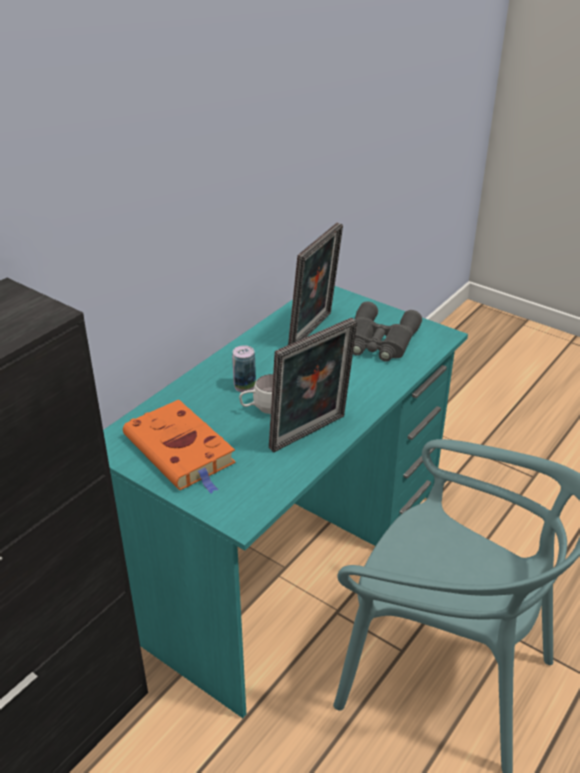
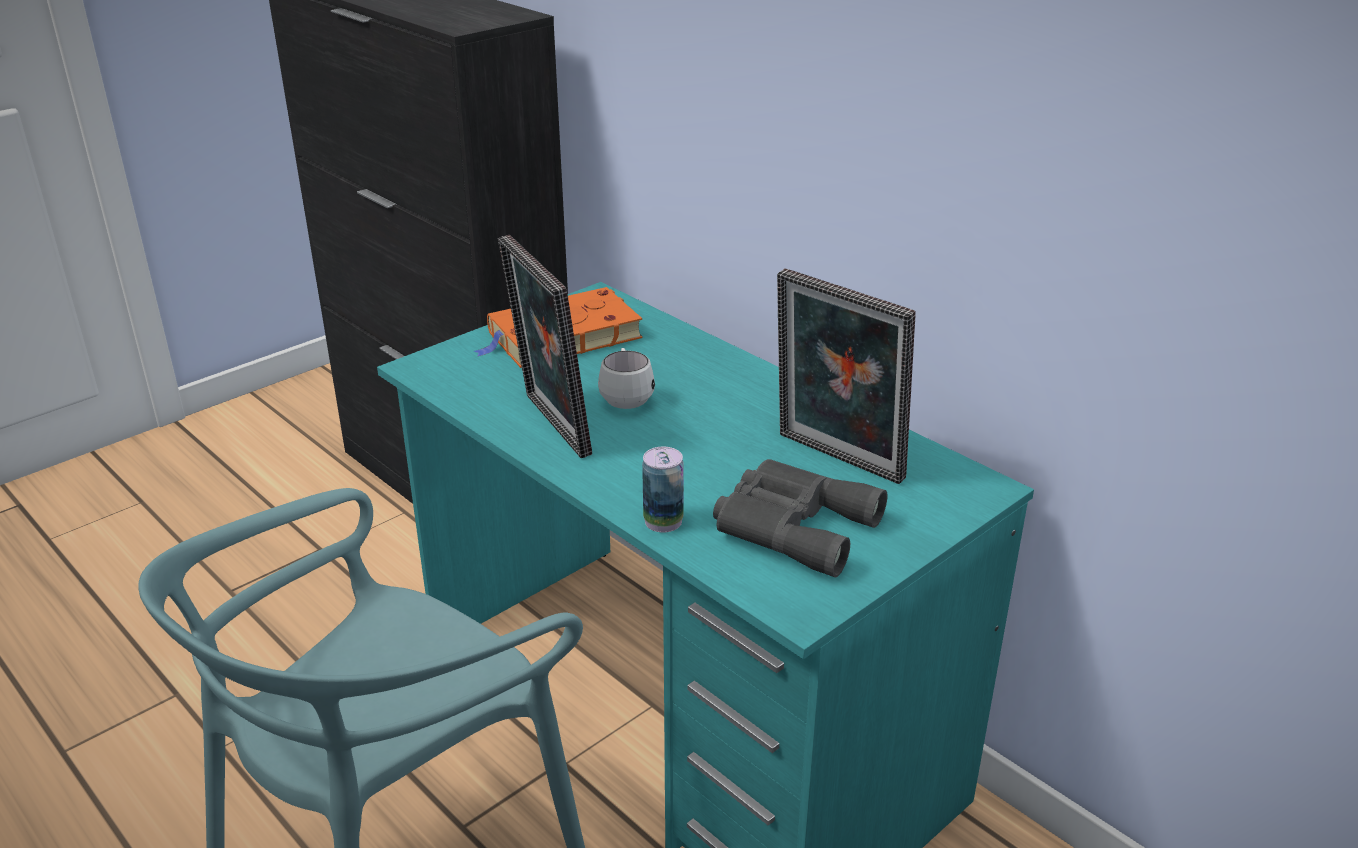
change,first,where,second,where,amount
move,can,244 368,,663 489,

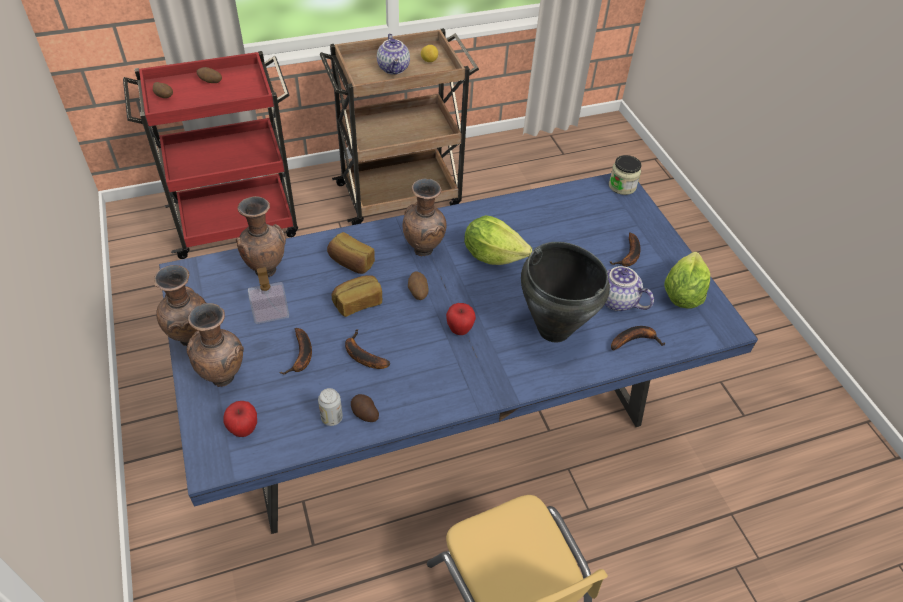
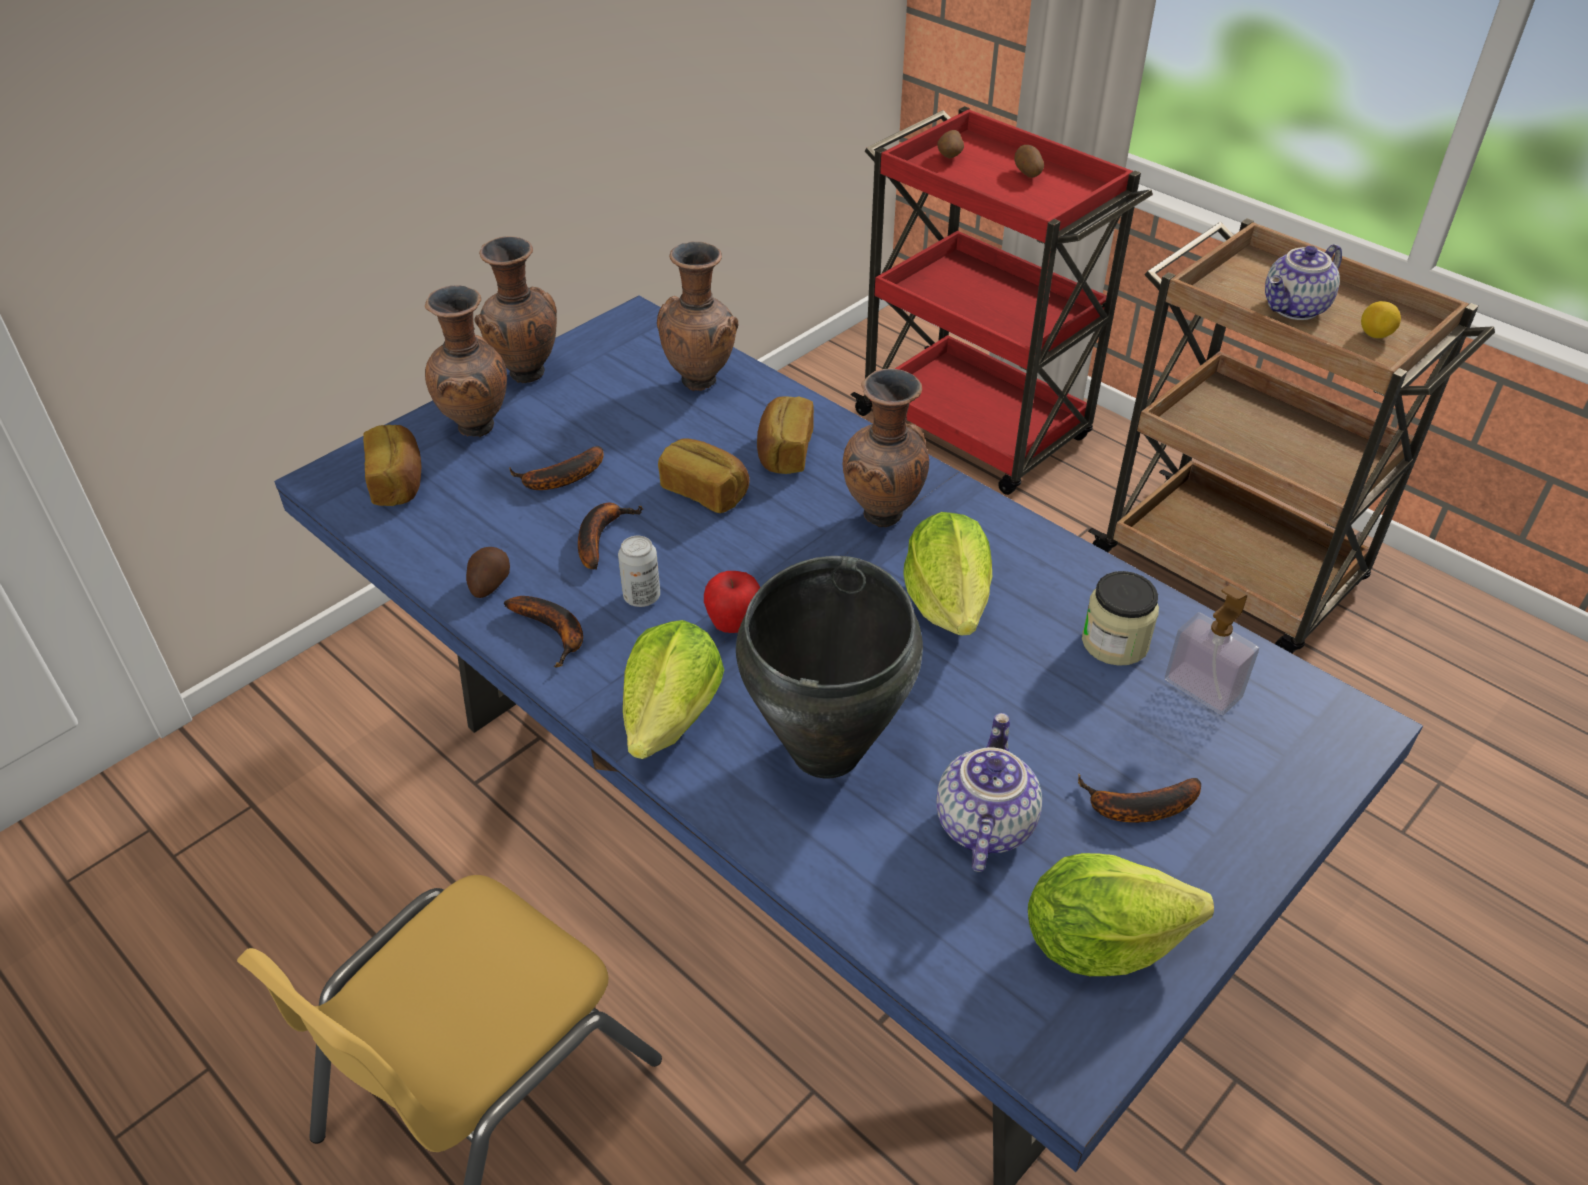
change,first,where,second,where,amount
replace,apple,240 419,baked bread,392 465,
move,liquid soap bottle,268 295,,1212 651,
move,can,330 407,,639 571,
delete,spud,418 285,,,
move,preserve jar,625 175,,1120 618,
move,whole banana,638 338,,543 632,
insert,,,head of lettuce,673 689,

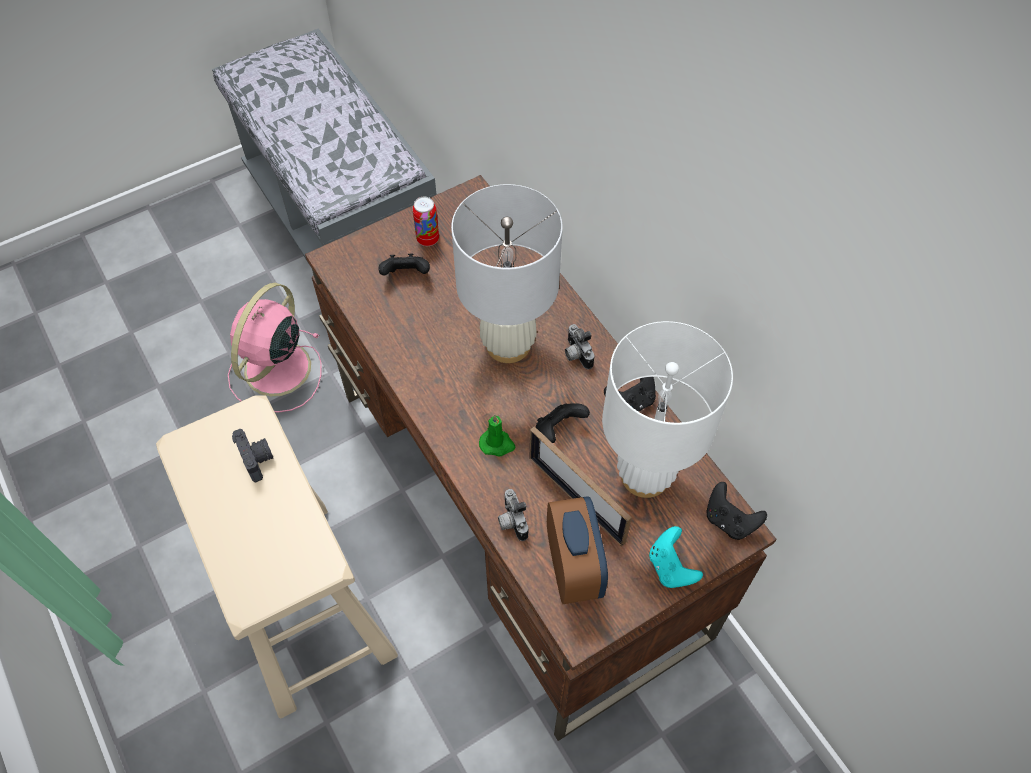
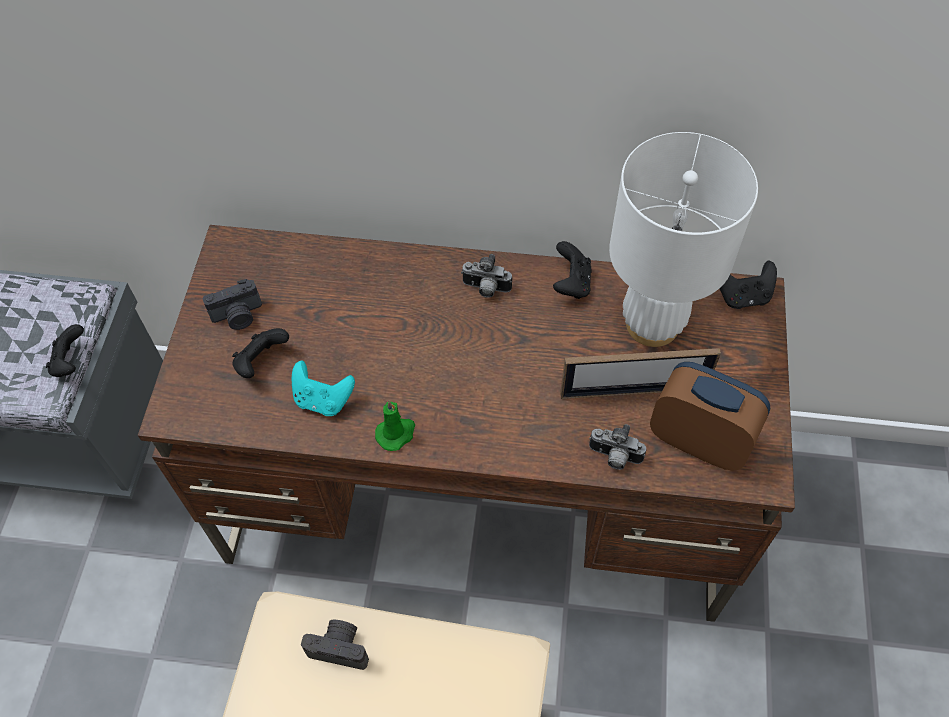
change,first,where,second,where,amount
delete,cooling fan (pinkish),275 348,,,
replace,can,426 221,photo camera,232 304,
delete,table lamp (white),507 273,,,
move,candle (greenish),497 435,,395 425,
move,game controller (black),563 423,,65 350,
move,game controller (turquoise),676 557,,323 388,

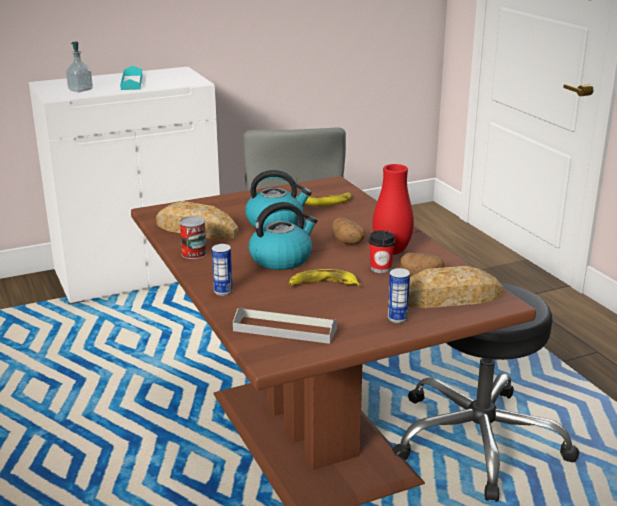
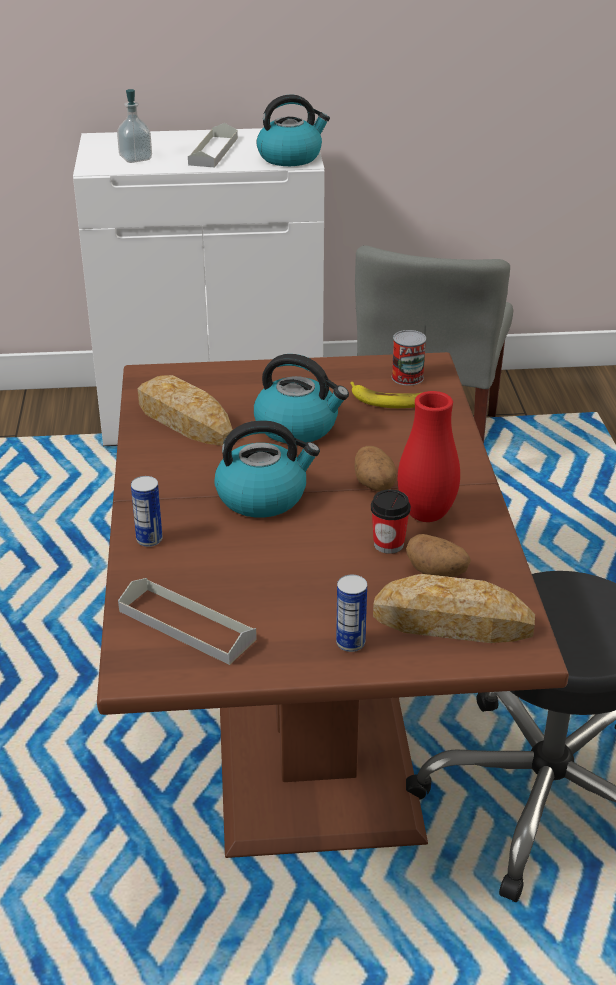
change,first,where,second,where,amount
recolor,serving tray (turquoise),131 77,serving tray (grey),213 145,
move,can,193 237,,409 358,
delete,whole banana,325 277,,,
insert,,,tea kettle,293 130,

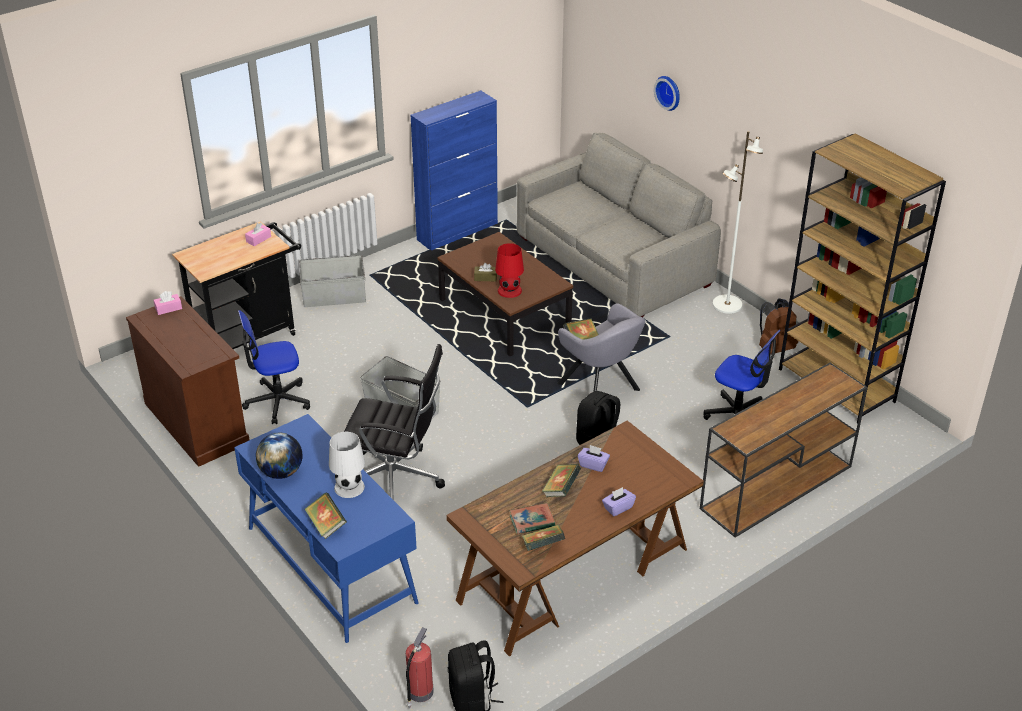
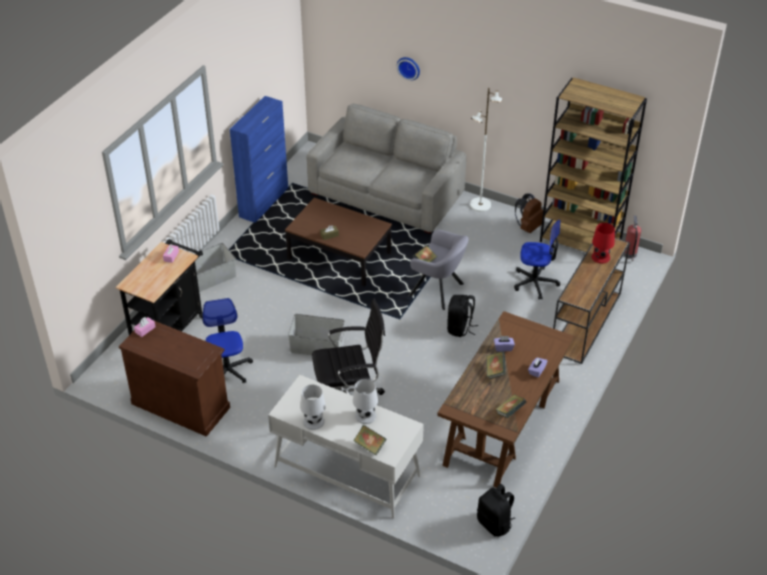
change,first,where,second,where,amount
recolor,desk table (blue),326 528,desk table (white),346 447,
rotate,computer chair,274 367,,227 340,120 degrees clockwise
replace,desk globe,279 456,table lamp (white),313 407,
move,fire extinguisher,420 667,,632 238,
move,table lamp (red-coloured),509 270,,603 243,
delete,bound book,532 518,,,

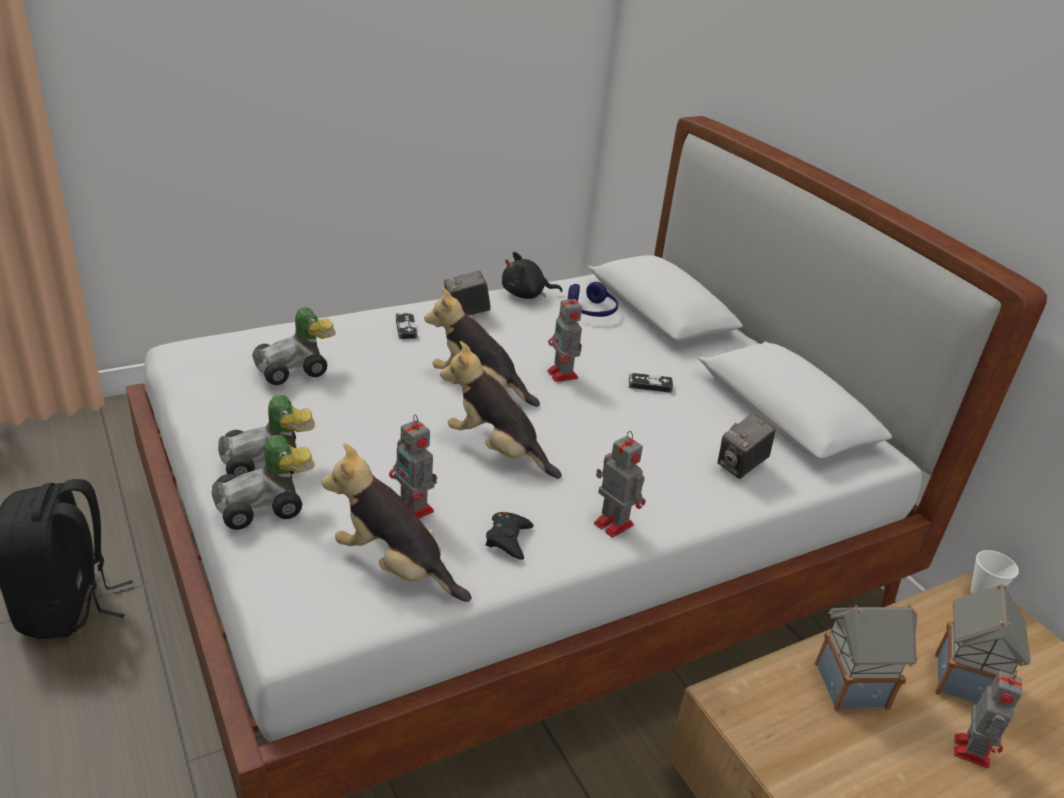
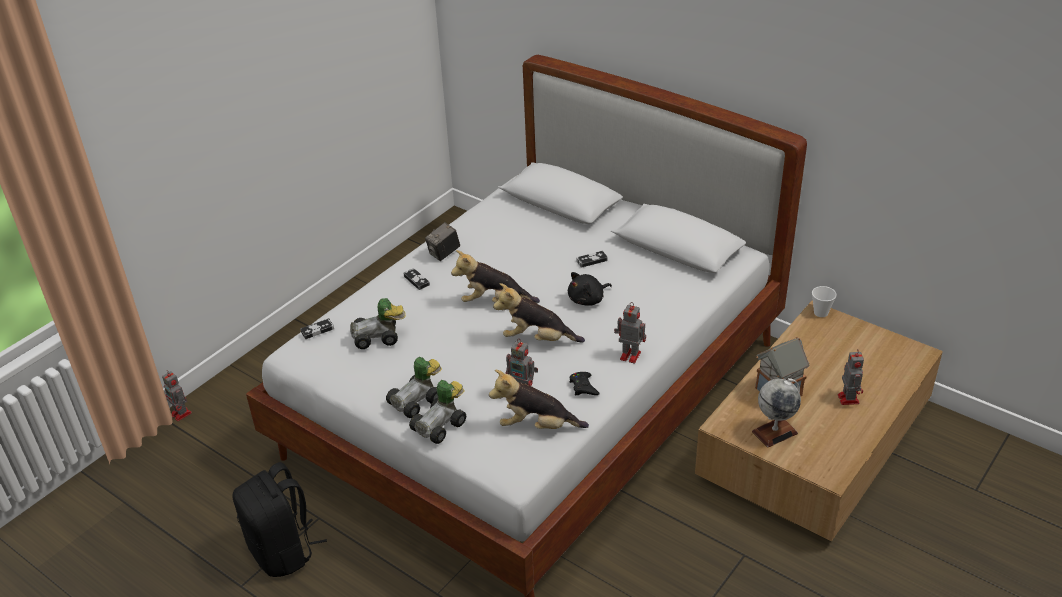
change,first,where,second,where,amount
rotate,toy car,294 346,,378 323,45 degrees clockwise
move,plush toy (black),532 275,,590 289,
move,robot figure,564 337,,177 395,
delete,headset (blue),592 299,,,
delete,photo camera,746 446,,,
delete,model house,983 644,,,
insert,,,game controller,317 328,
insert,,,desk globe,776 413,

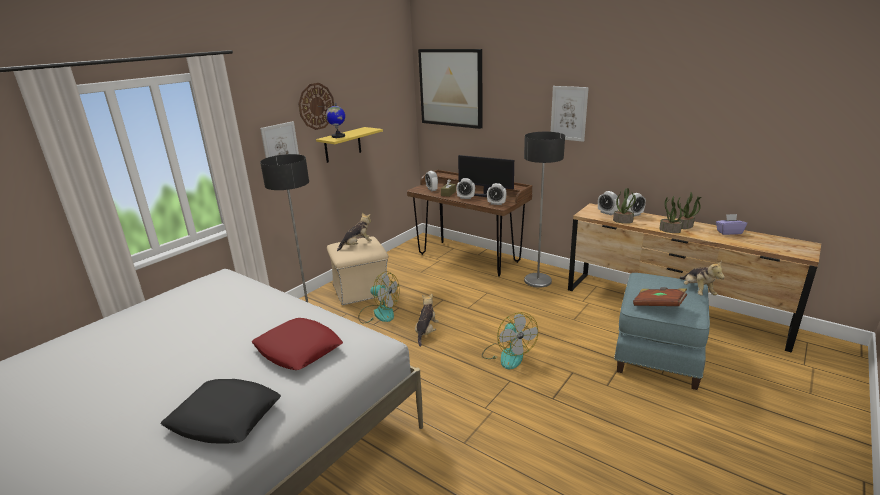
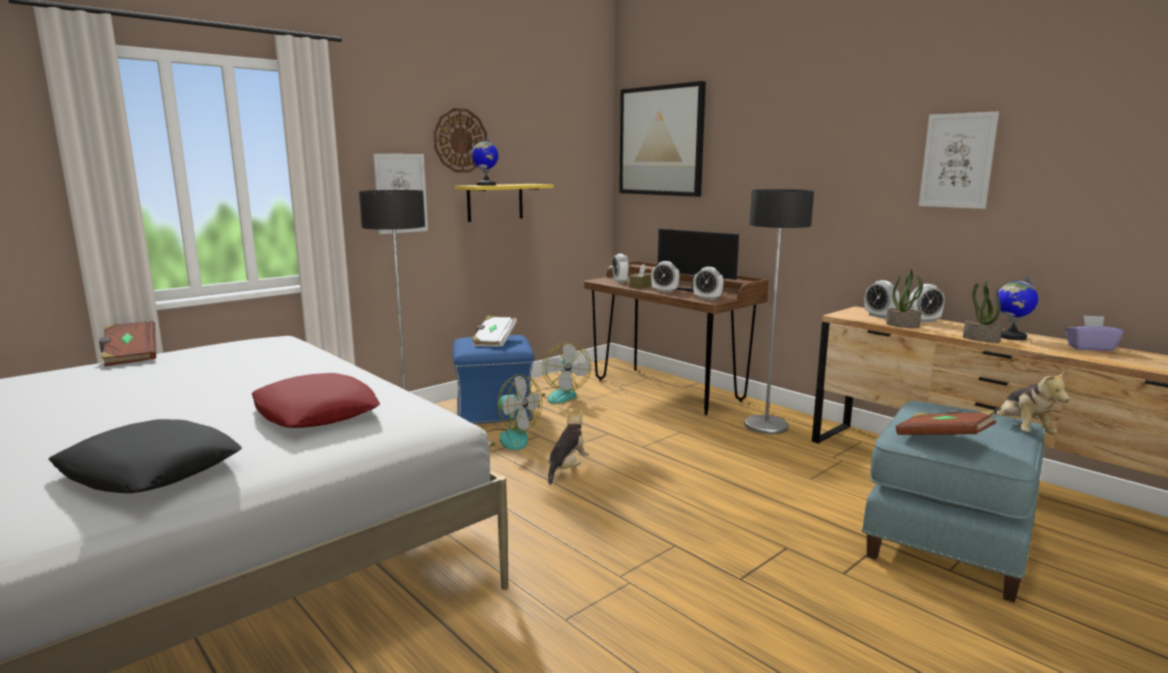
change,first,where,second,where,amount
recolor,ottoman (beige),358 271,ottoman (blue),493 379,
replace,plush toy,354 232,bound book (white),494 331,
move,cooling fan,510 340,,562 373,
move,wall art,570 114,,959 160,
replace,houseplant,689 210,desk globe,1017 308,
insert,,,bound book (brown),127 343,

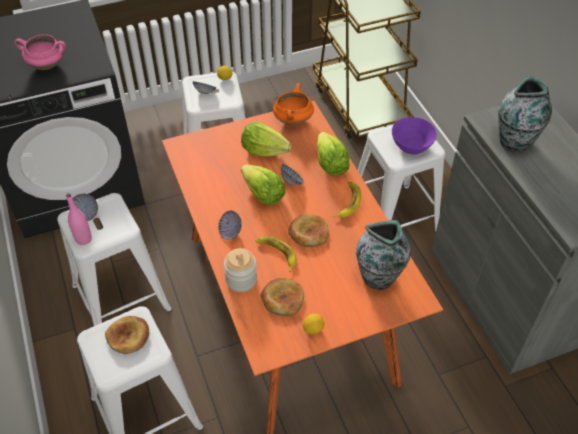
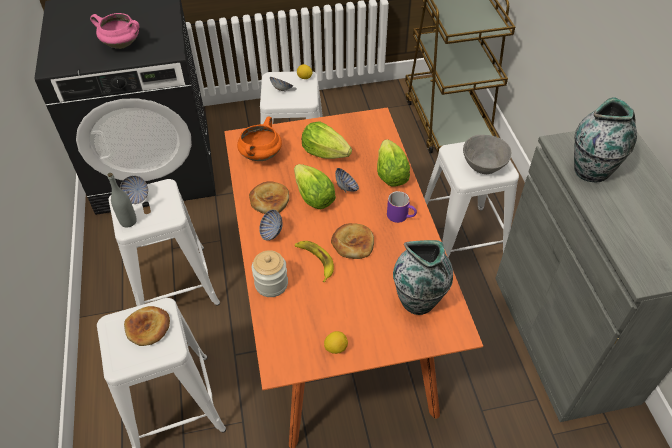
change,first,where,second,where,amount
recolor,drink bottle (pinkish),79 219,drink bottle (grey),122 200,
move,baked bread,282 297,,269 197,
move,stockpot (orangey),293 104,,259 138,
replace,whole banana,347 199,tea mug (purple-coloured),402 207,
recolor,serving bowl (purple-coloured),414 135,serving bowl (grey),487 154,

